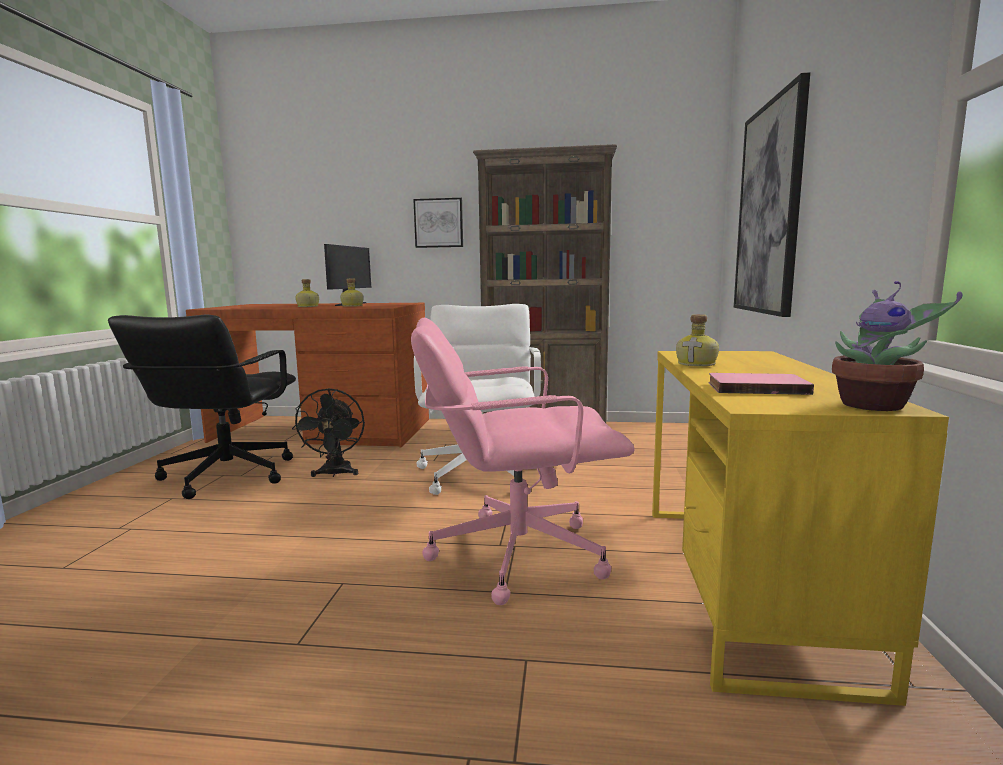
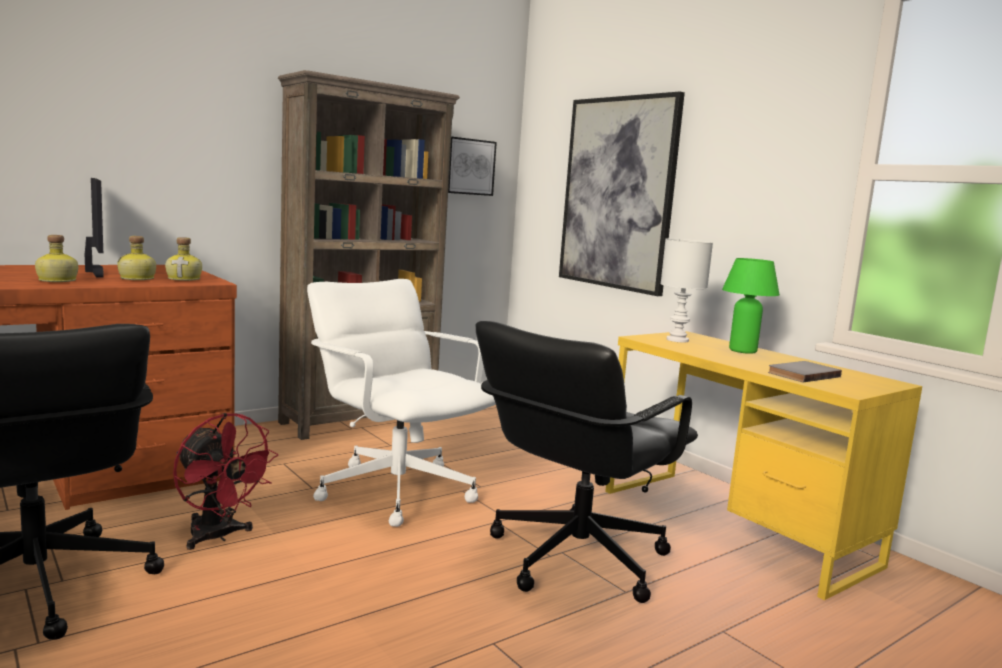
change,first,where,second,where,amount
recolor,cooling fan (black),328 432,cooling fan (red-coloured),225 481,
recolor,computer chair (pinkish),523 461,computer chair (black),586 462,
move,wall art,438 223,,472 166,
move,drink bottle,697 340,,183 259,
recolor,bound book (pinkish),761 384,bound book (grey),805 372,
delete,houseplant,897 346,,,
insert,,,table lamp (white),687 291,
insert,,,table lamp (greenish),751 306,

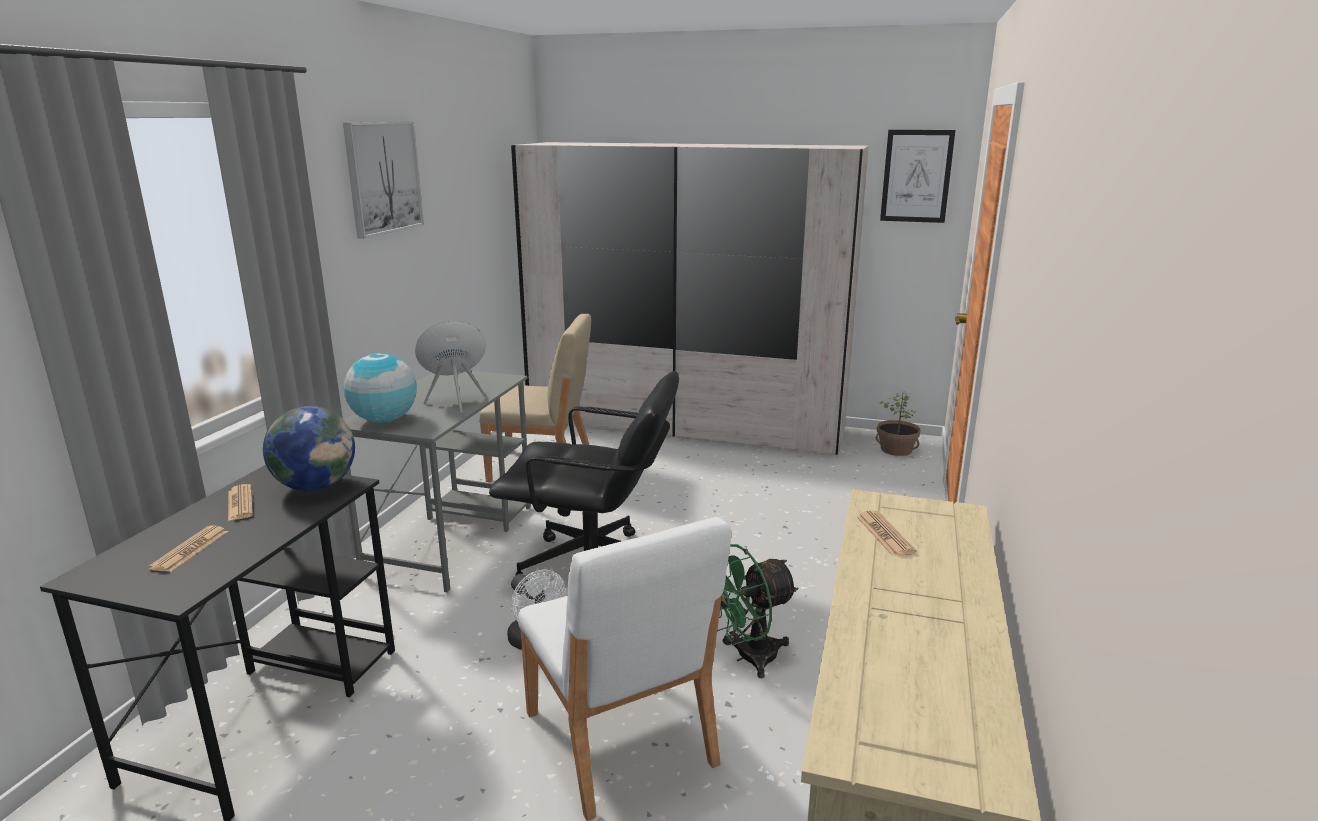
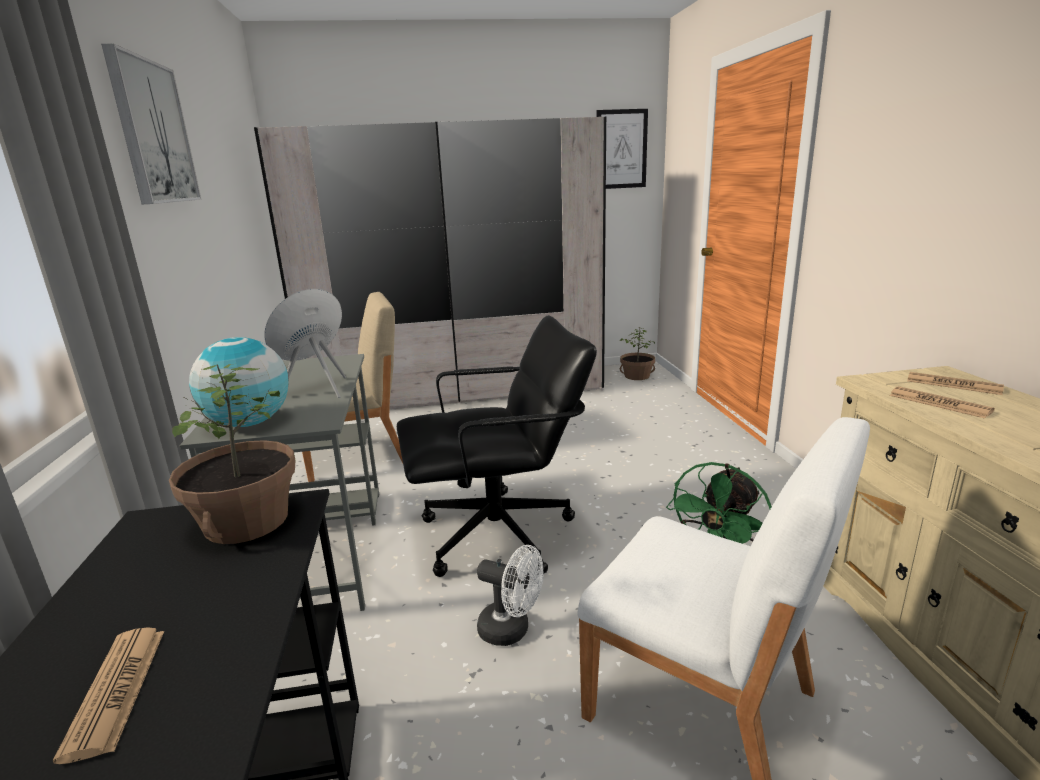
change,first,where,second,where,amount
move,printed paper,240 502,,955 383,
replace,desk globe,309 448,houseplant,232 454,

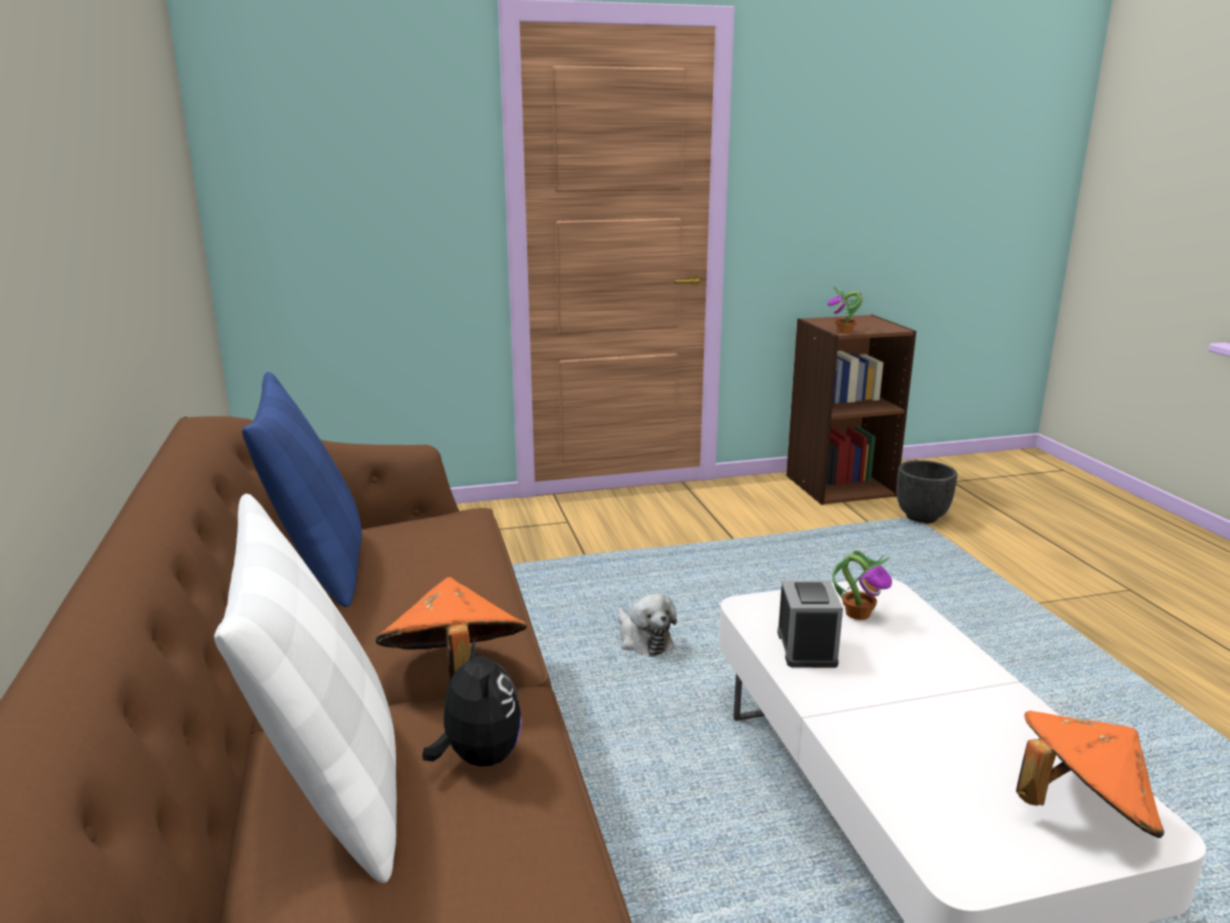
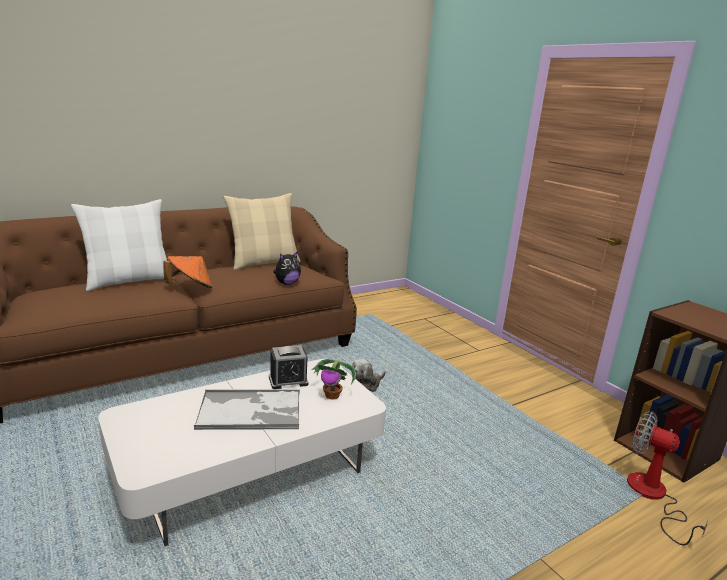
change,first,where,second,where,amount
recolor,pillow (blue),302 489,pillow (beige),262 231,
move,plush toy,472 702,,287 268,
delete,houseplant,845 309,,,
replace,planter (black),927 491,cooling fan,668 478,
delete,hat (orangey),1090 774,,,
insert,,,serving tray,247 410,

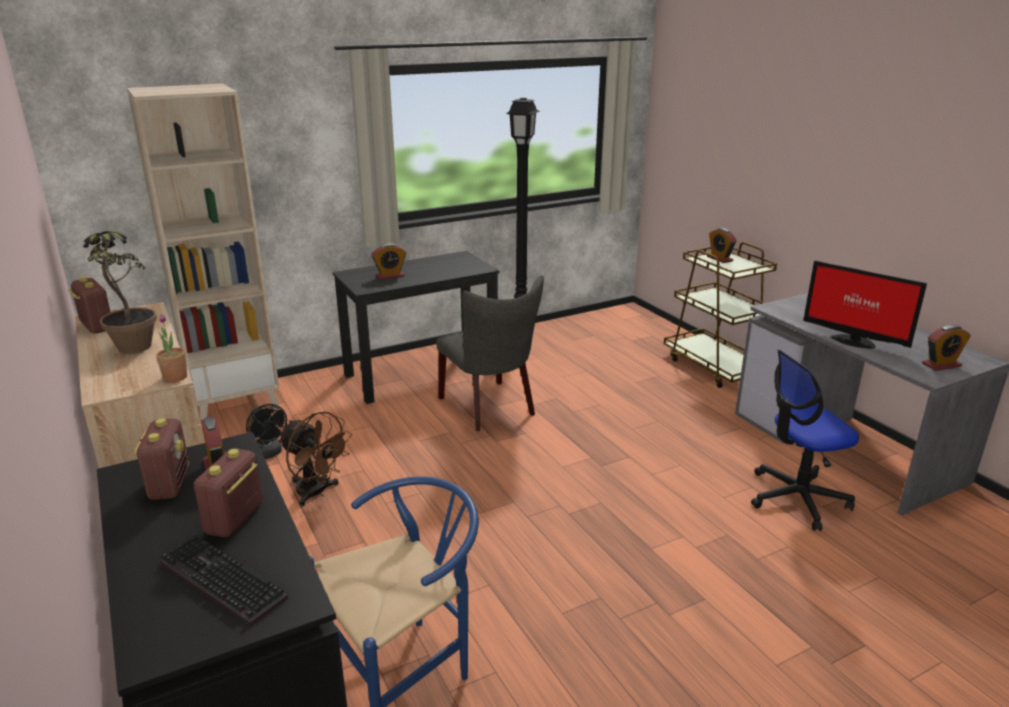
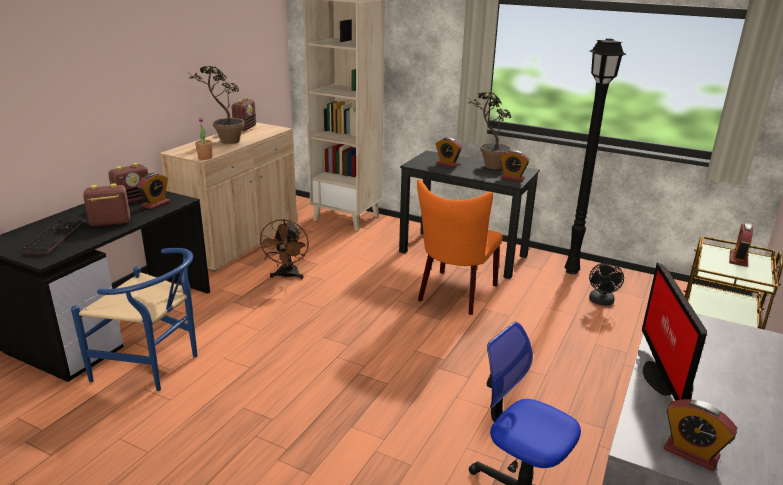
change,first,where,second,where,amount
move,cooling fan (black),266 431,,606 284,
recolor,upright chair (grey),490 353,upright chair (orangey),460 247,
insert,,,houseplant,488 131,
insert,,,table clock,515 166,

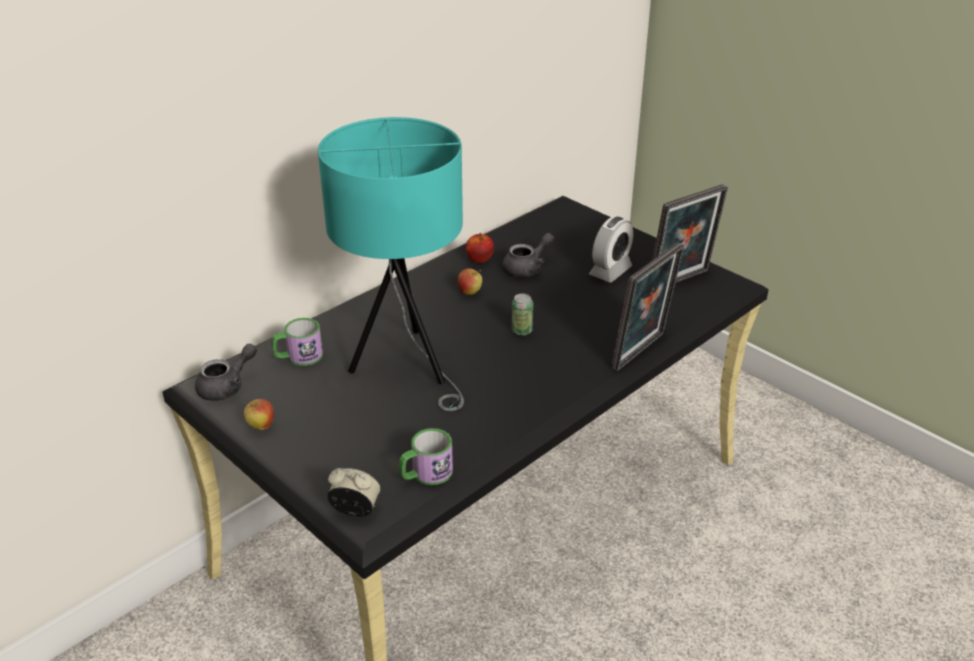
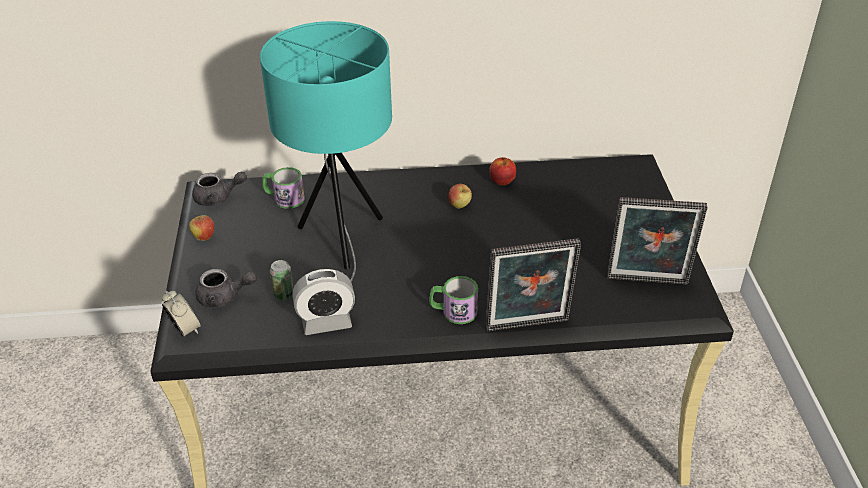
change,first,where,second,where,amount
move,tea mug,426 456,,453 300,
move,pot for tea (grey),528 255,,226 288,
move,can,522 314,,282 280,
move,table clock,611 249,,324 302,

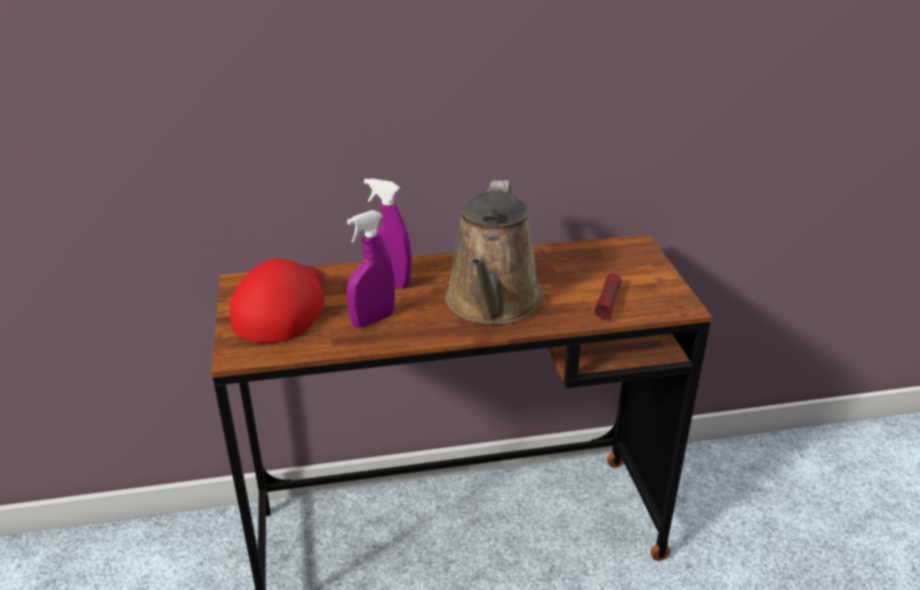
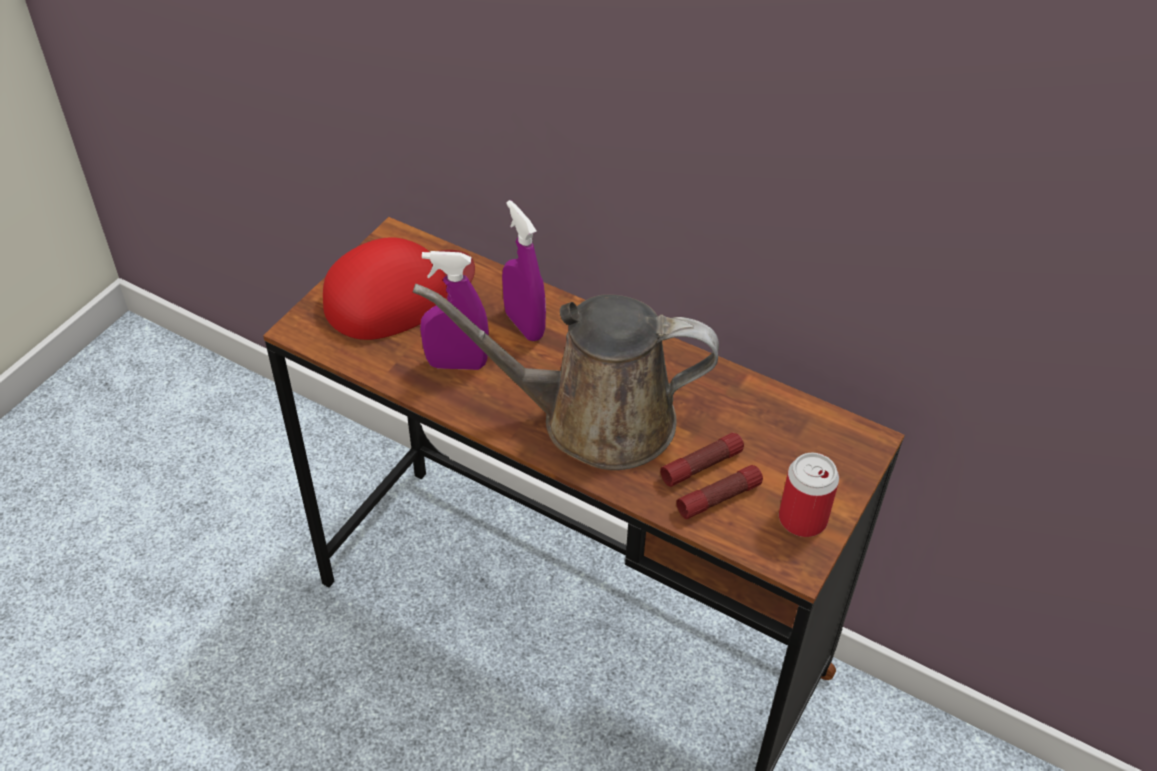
change,first,where,second,where,amount
rotate,watering pot (brown),494 252,,566 377,45 degrees clockwise
insert,,,torch,702 460,
insert,,,can,809 495,

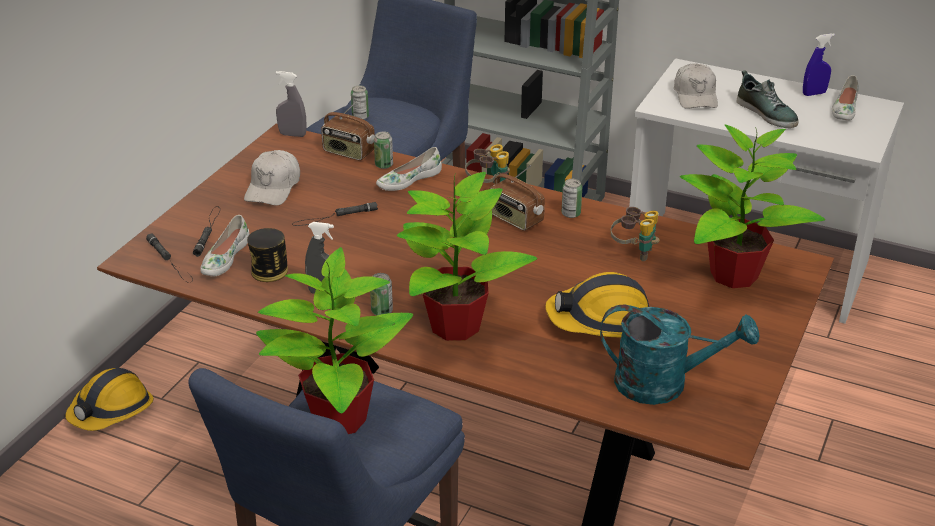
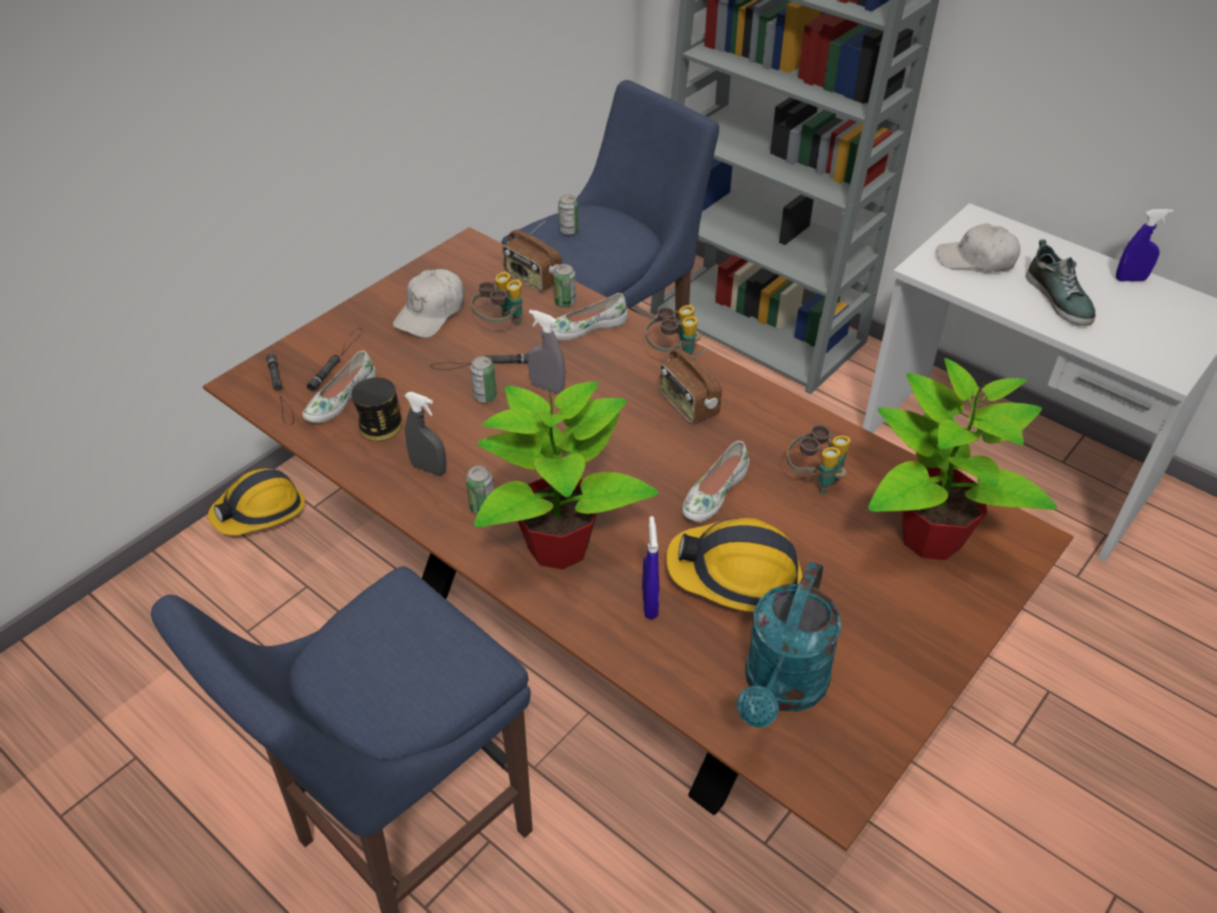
change,first,where,second,where,amount
delete,houseplant,334 340,,,
move,hand sprayer (grey),291 104,,546 352,
move,can,572 198,,483 379,
rotate,watering pot (turquoise),680 355,,789 645,90 degrees clockwise
rotate,peaked cap (white),696 86,,979 247,90 degrees clockwise
move,item of footwear (white),845 98,,715 481,
insert,,,pair of binoculars,496 299,
insert,,,hand sprayer (blue),650 567,

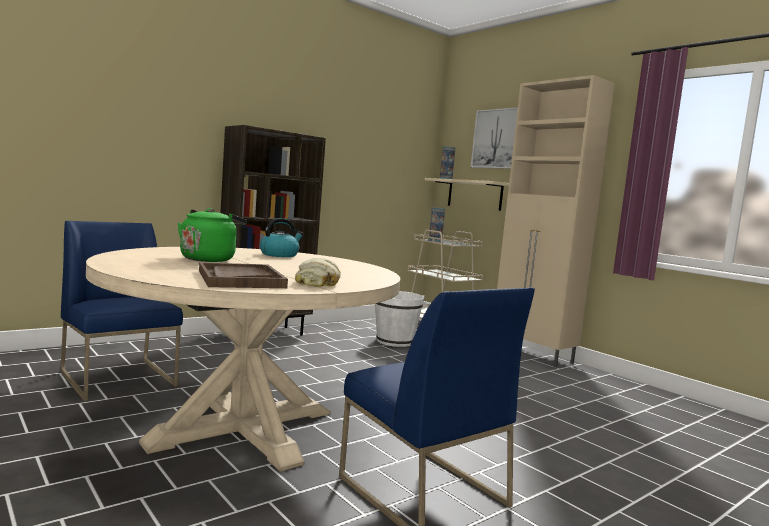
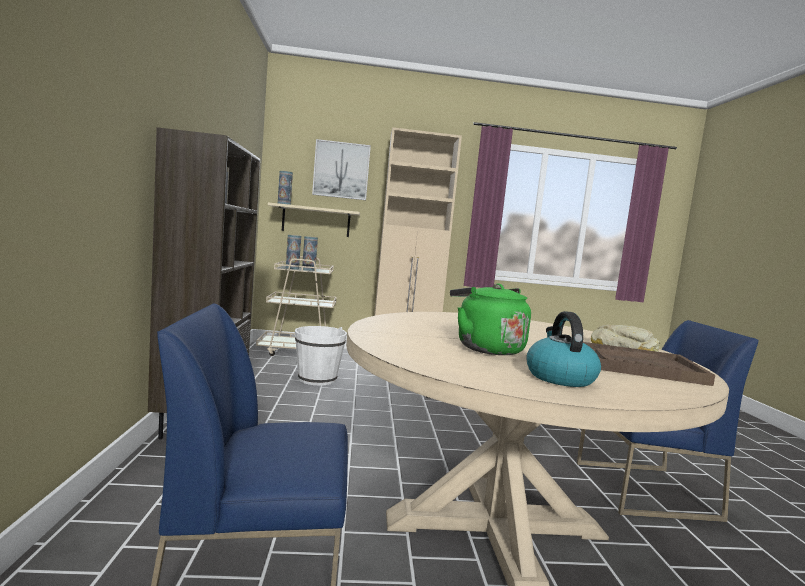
change,first,where,second,where,amount
move,tea kettle,282 237,,563 349,
insert,,,decorative vase,310 253,

